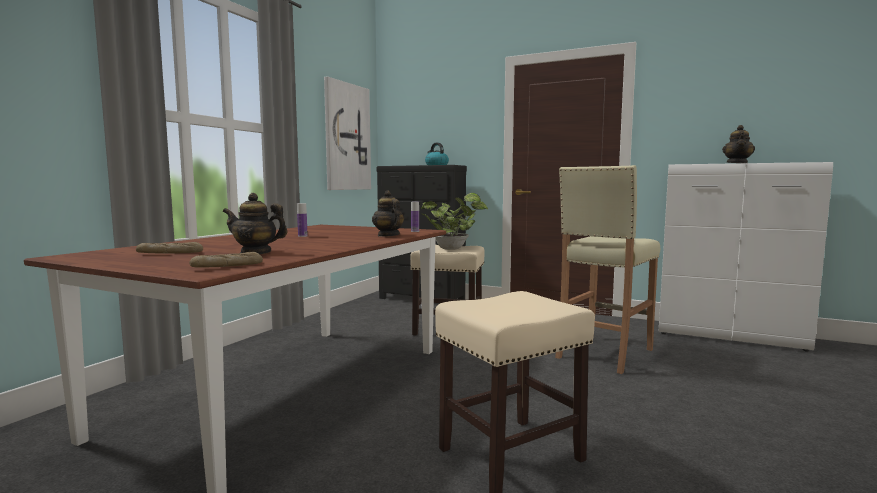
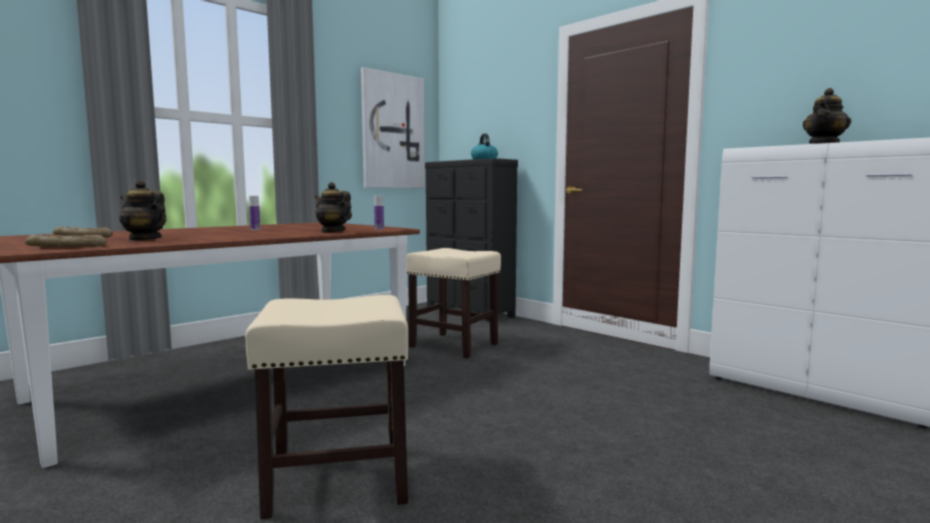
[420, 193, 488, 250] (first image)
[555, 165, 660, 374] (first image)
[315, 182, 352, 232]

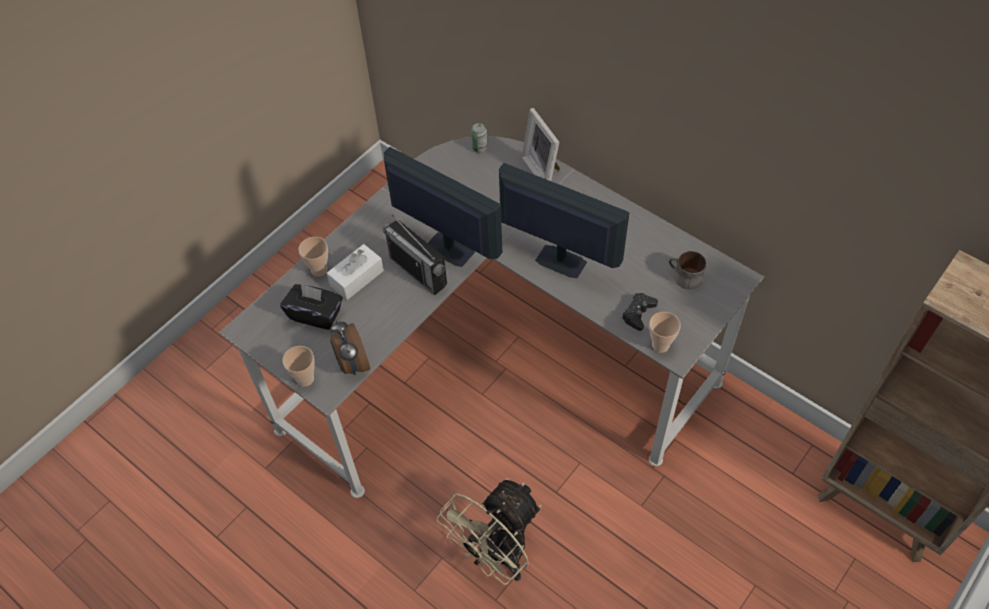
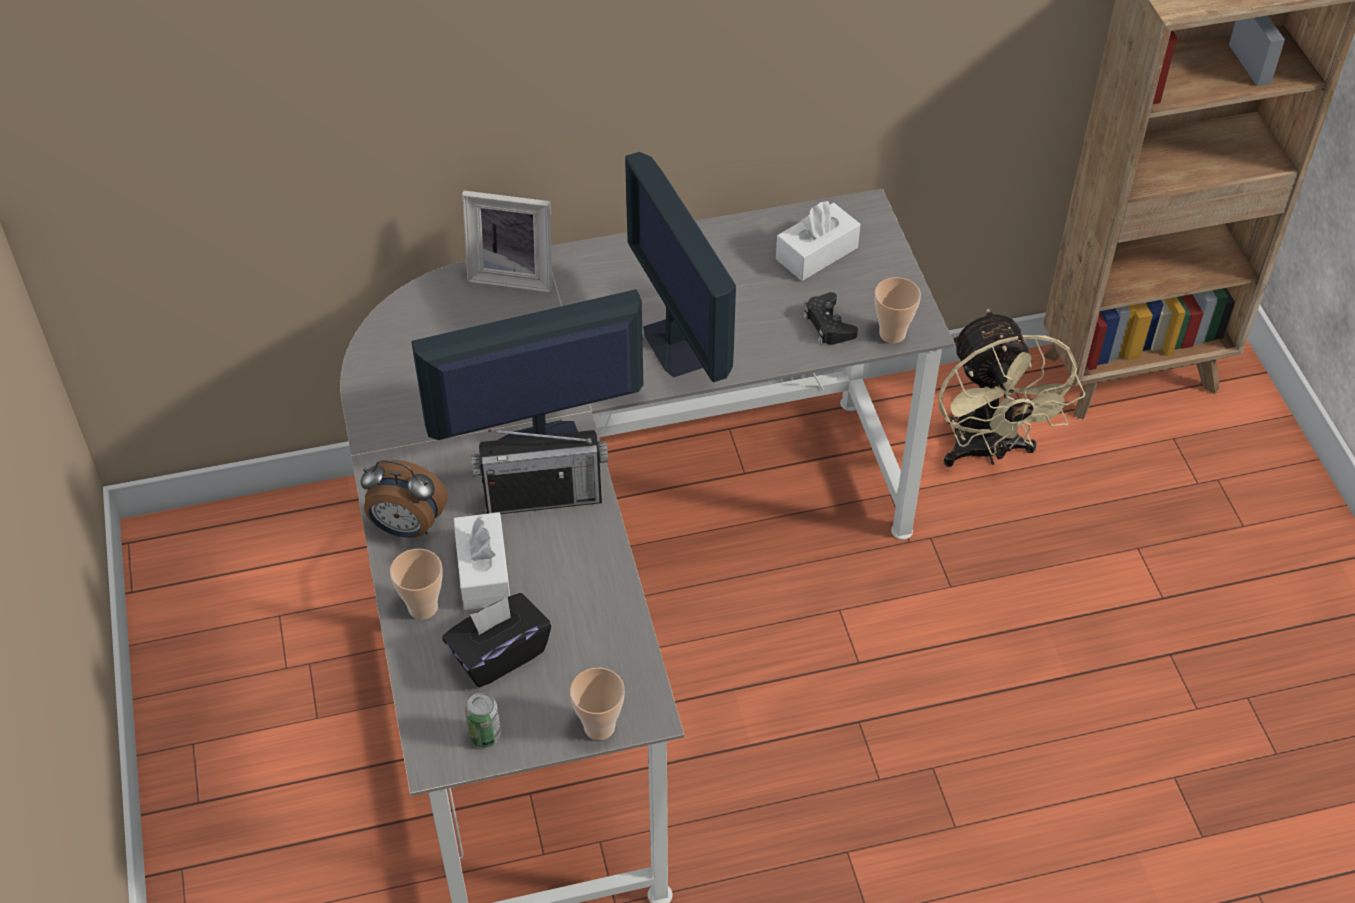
[360, 460, 448, 538]
[939, 309, 1085, 467]
[465, 693, 501, 748]
[776, 201, 860, 281]
[625, 152, 736, 383]

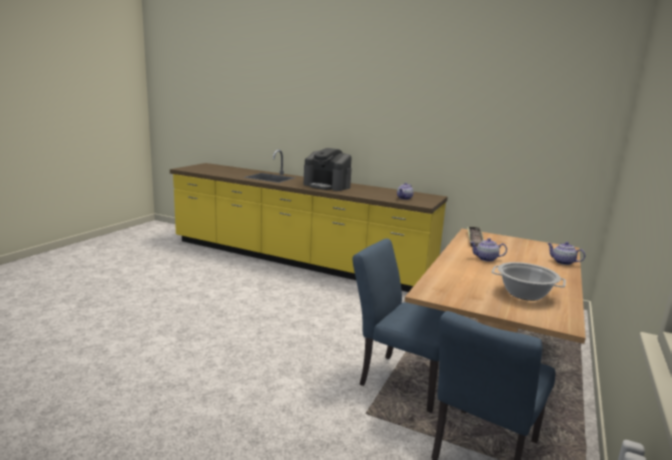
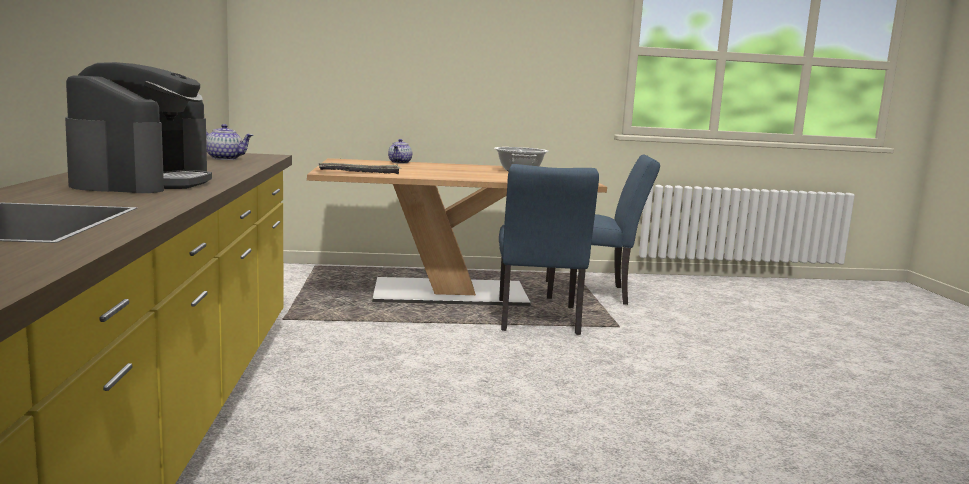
[470, 238, 507, 262] (first image)

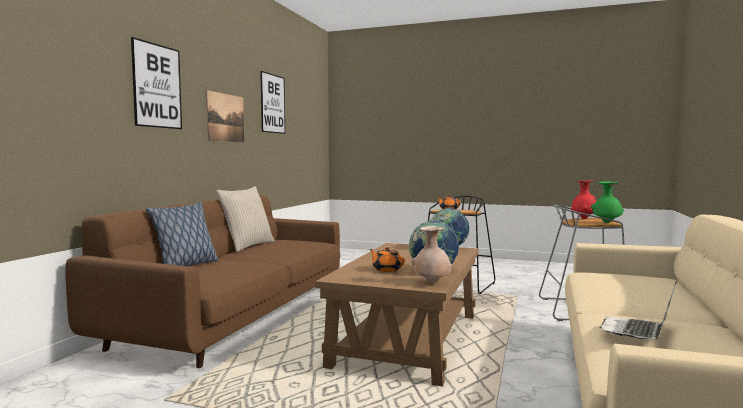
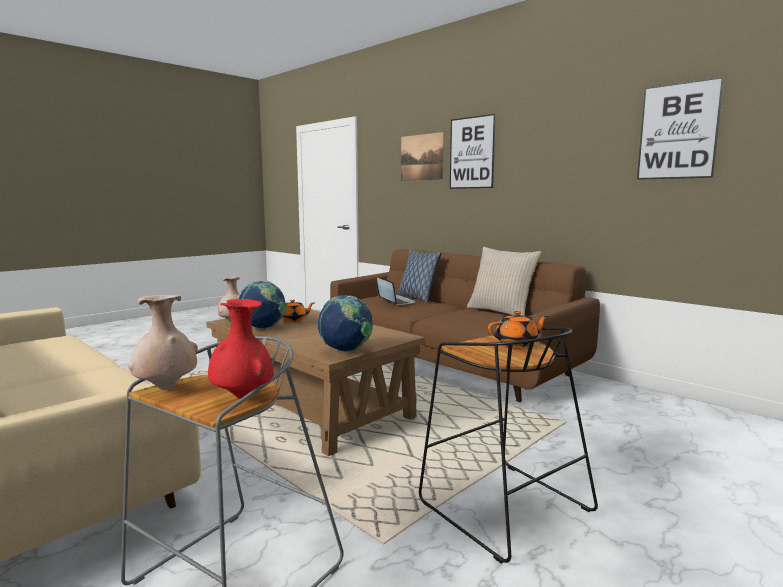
[401, 132, 444, 181]
[377, 278, 416, 306]
[128, 295, 198, 390]

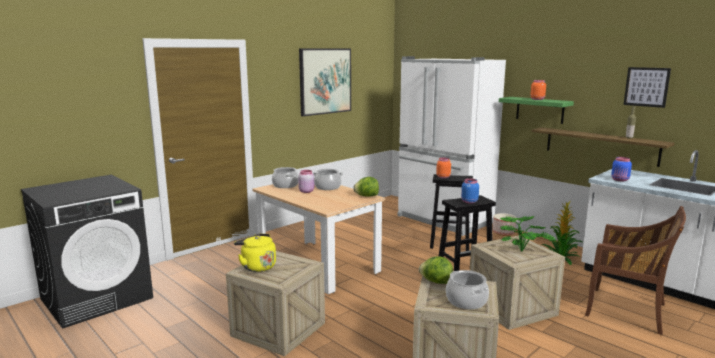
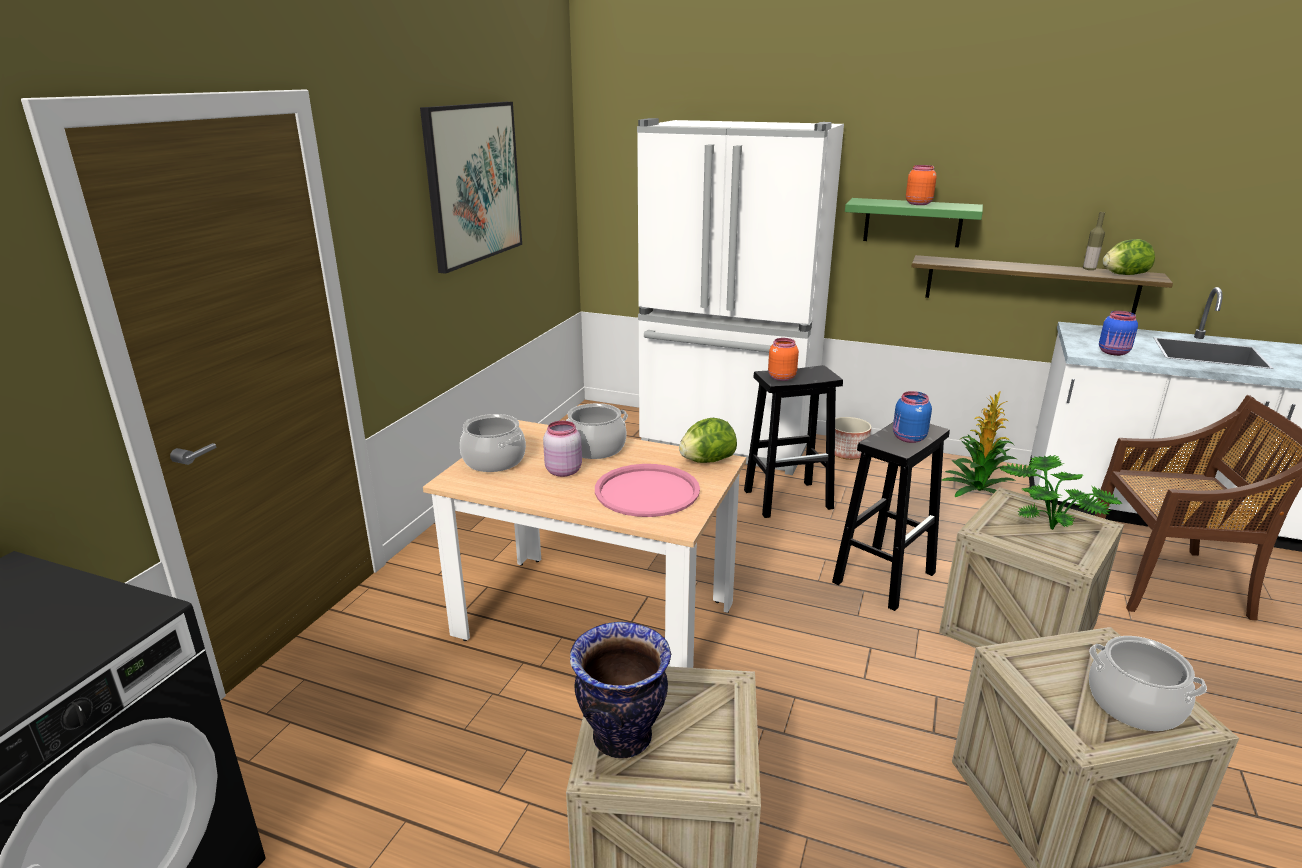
[623, 67, 671, 108] (first image)
[595, 464, 700, 517]
[1103, 239, 1155, 275]
[570, 622, 671, 758]

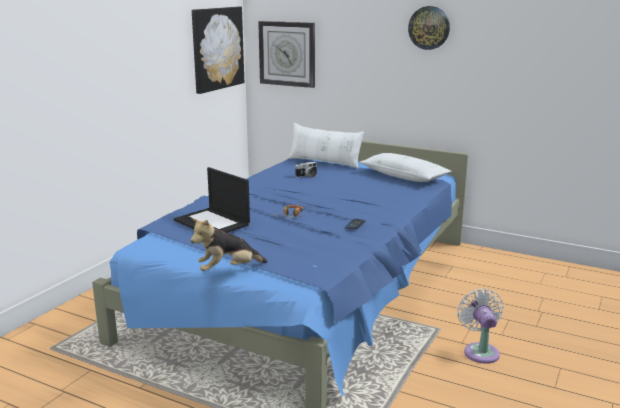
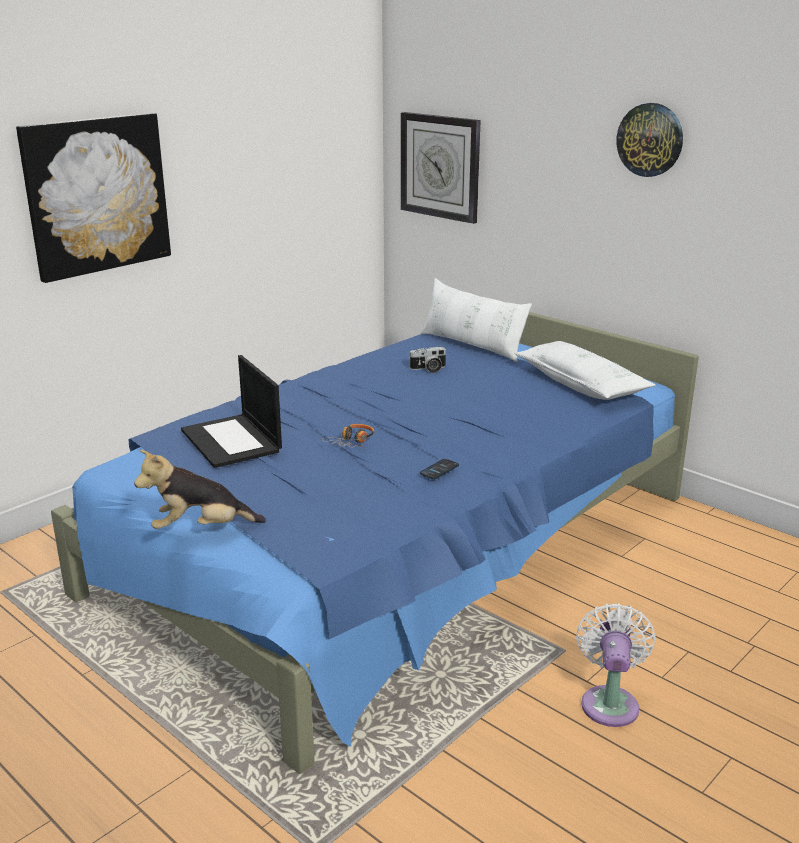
[16, 113, 171, 283]

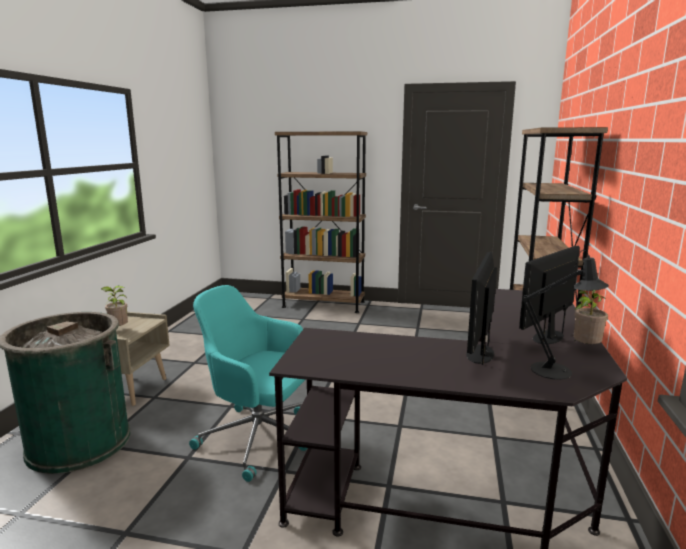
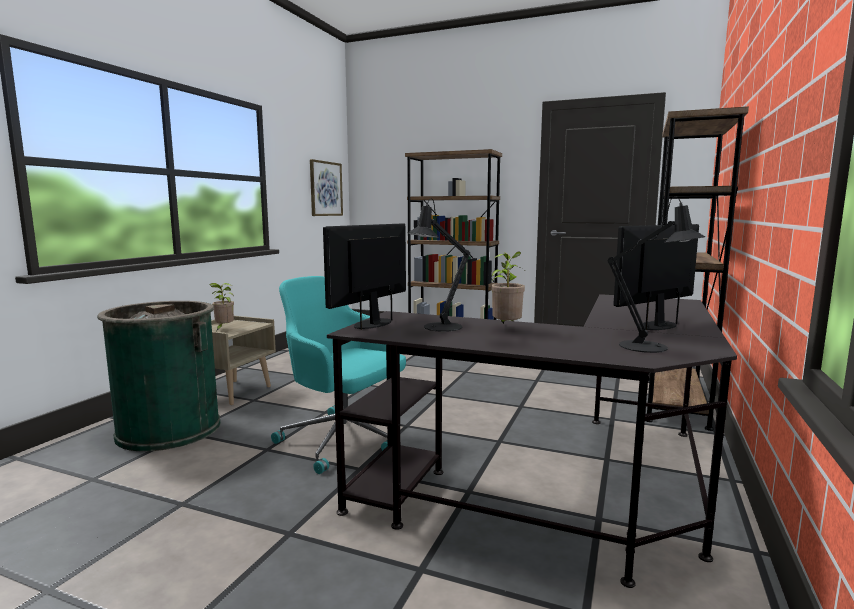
[310, 159, 343, 216]
[408, 198, 470, 332]
[323, 223, 406, 330]
[491, 252, 525, 324]

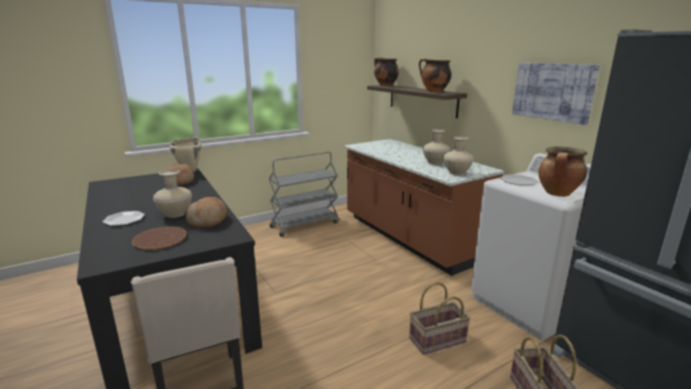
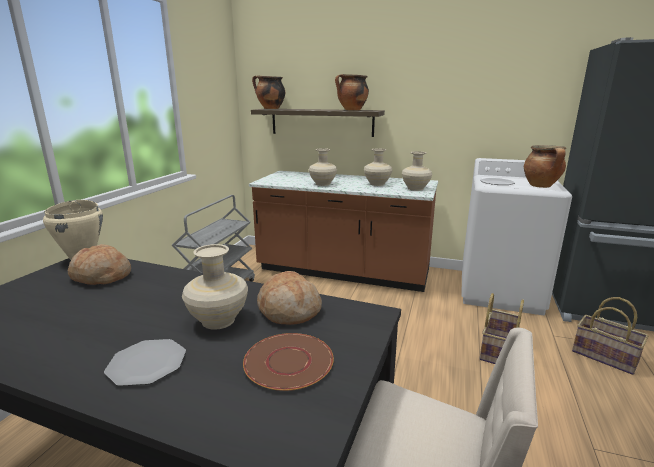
[512, 63, 600, 125] (first image)
[309, 148, 337, 186]

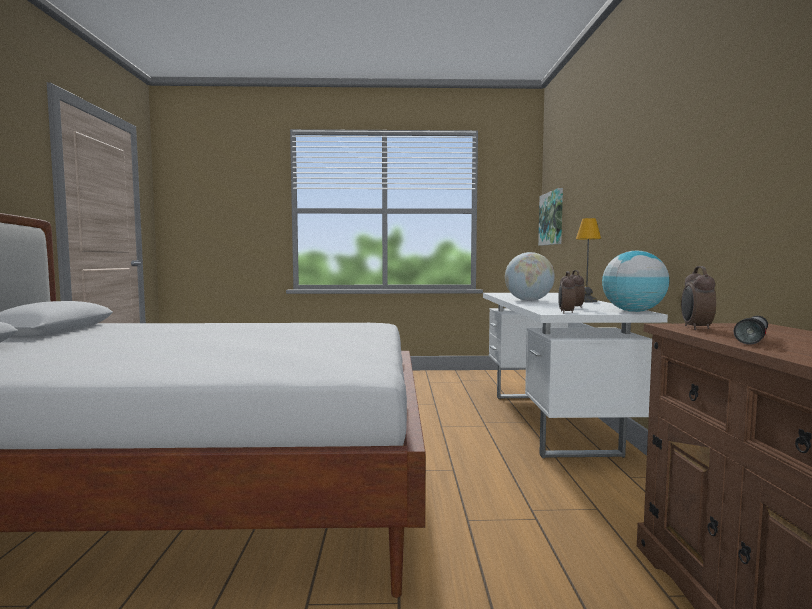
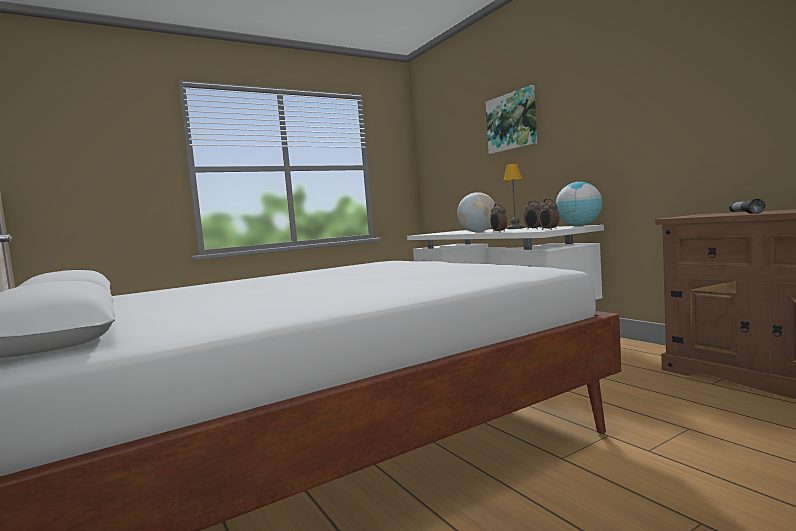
[486, 85, 537, 154]
[490, 203, 507, 232]

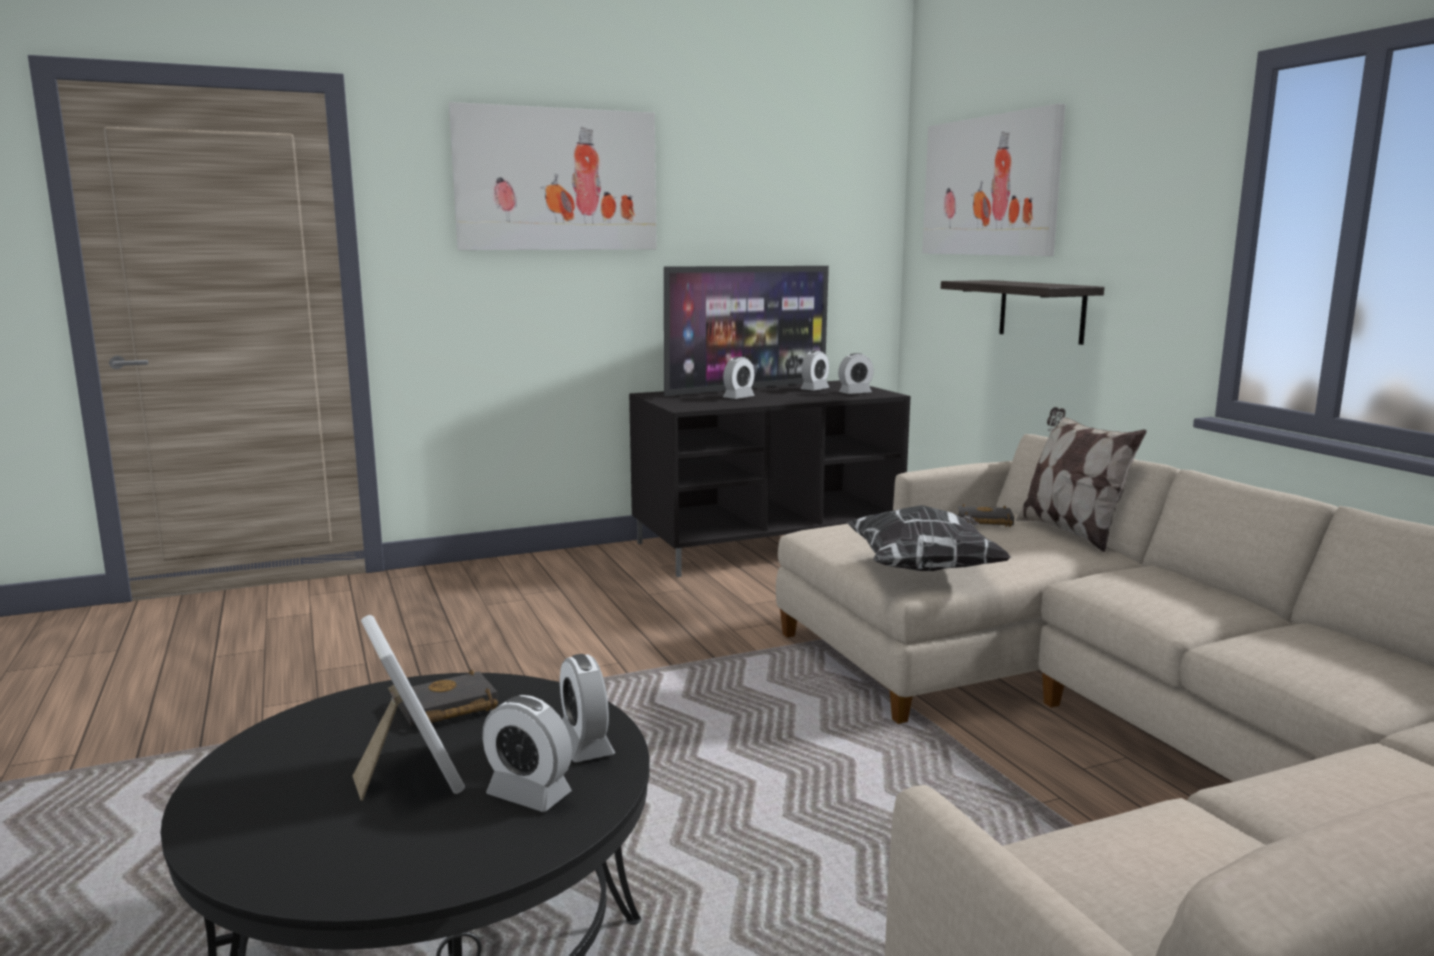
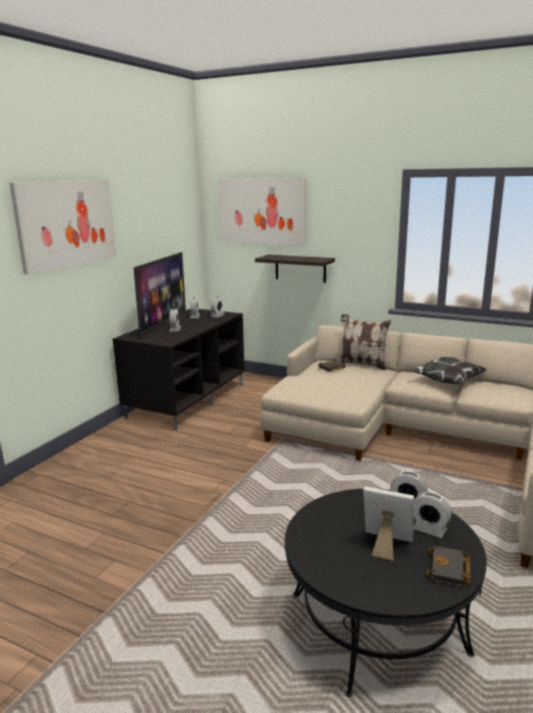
[426, 546, 471, 587]
[412, 357, 487, 384]
[413, 492, 452, 538]

